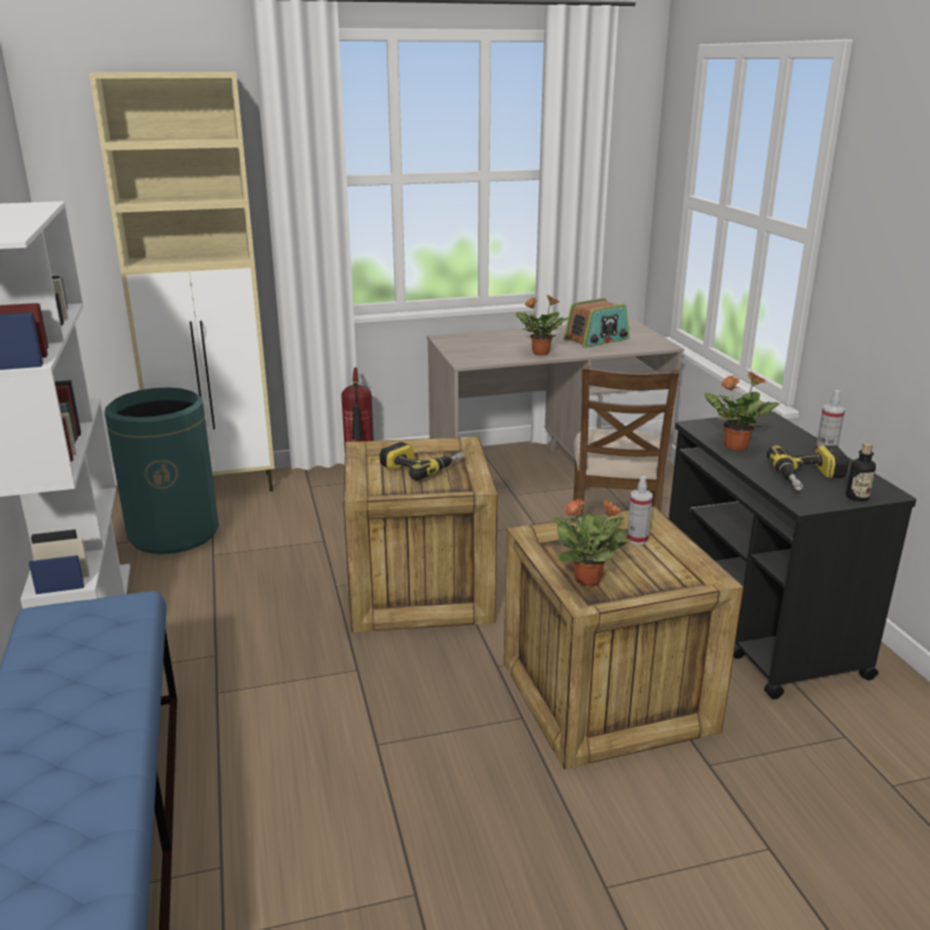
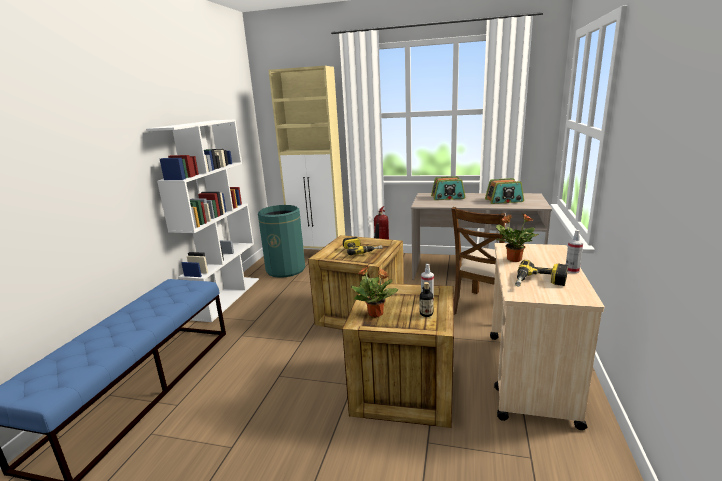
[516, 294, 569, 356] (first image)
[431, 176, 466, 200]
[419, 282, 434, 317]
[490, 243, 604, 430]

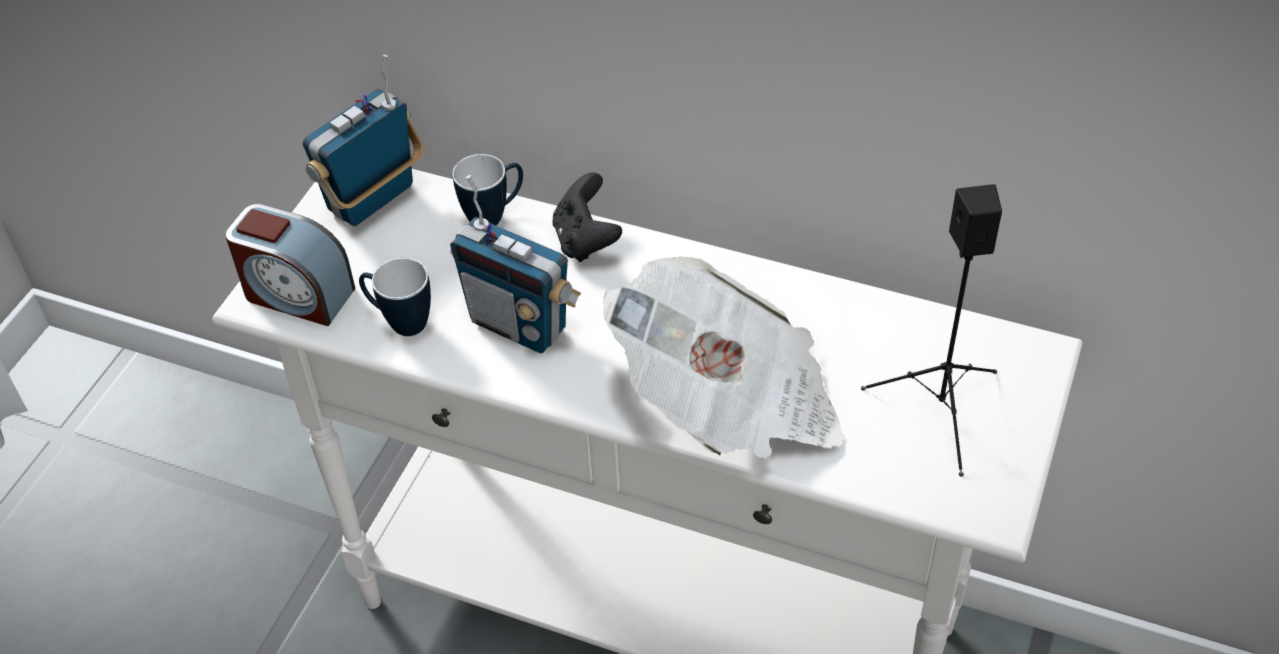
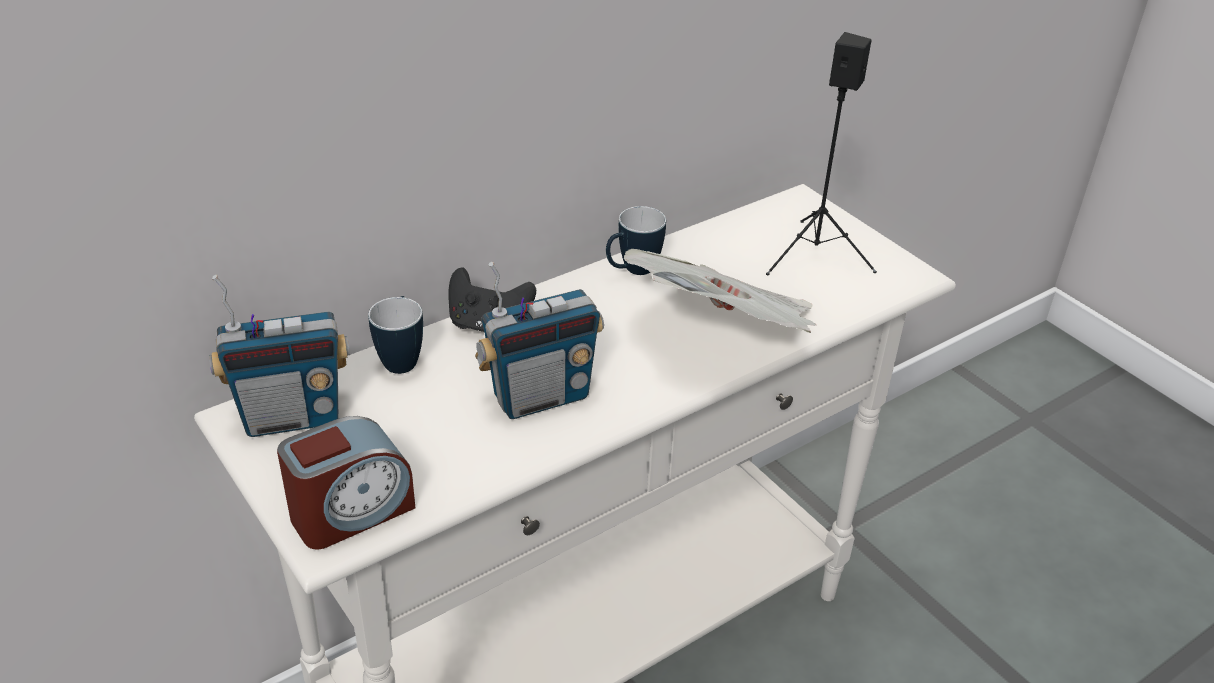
[606, 206, 666, 275]
[209, 275, 350, 437]

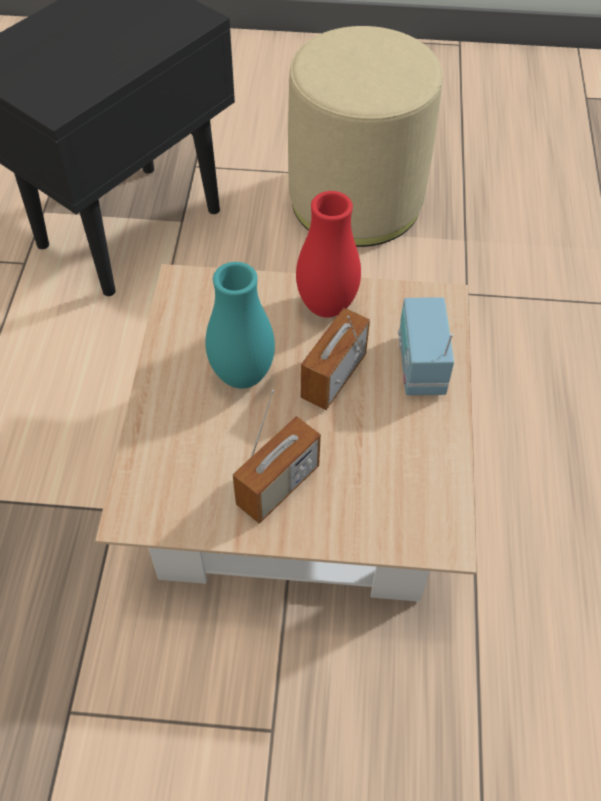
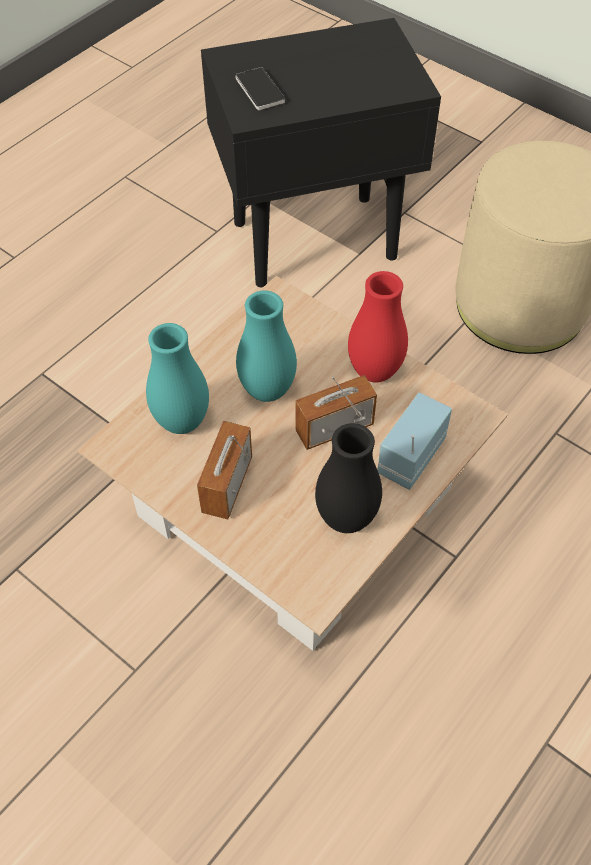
[146, 323, 209, 434]
[235, 67, 285, 110]
[315, 423, 382, 533]
[197, 421, 252, 519]

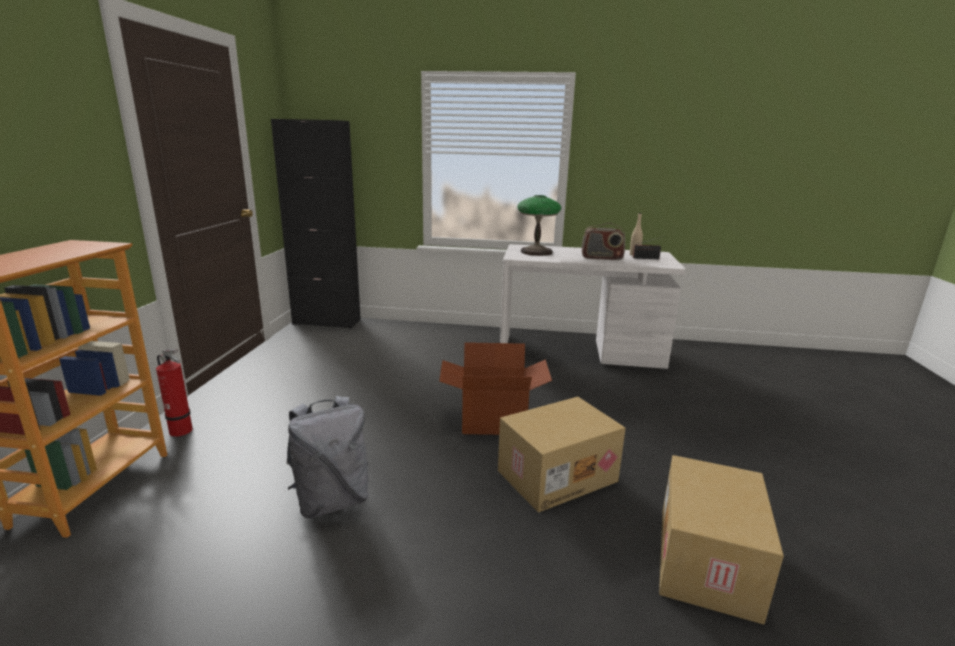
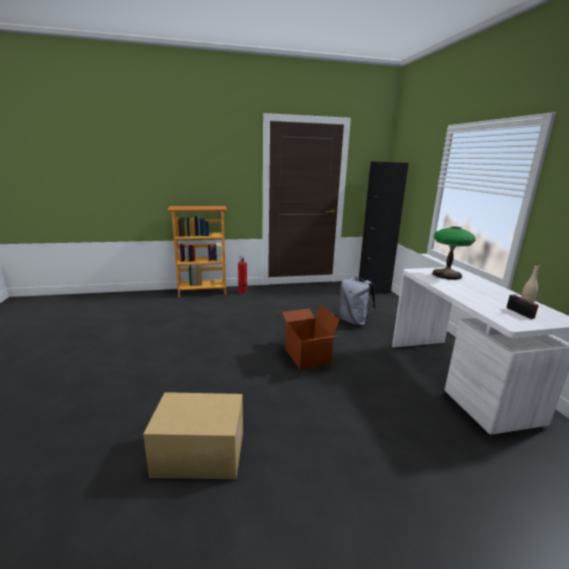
[498, 397, 626, 513] (first image)
[581, 223, 625, 260] (first image)
[339, 277, 376, 326]

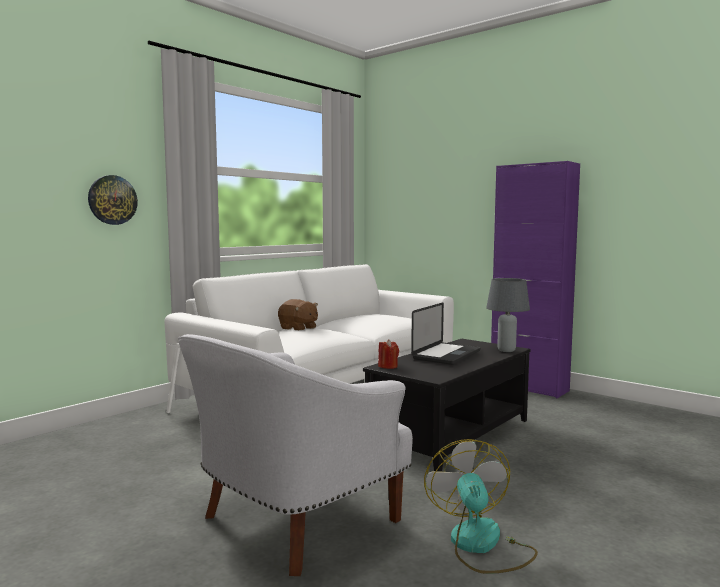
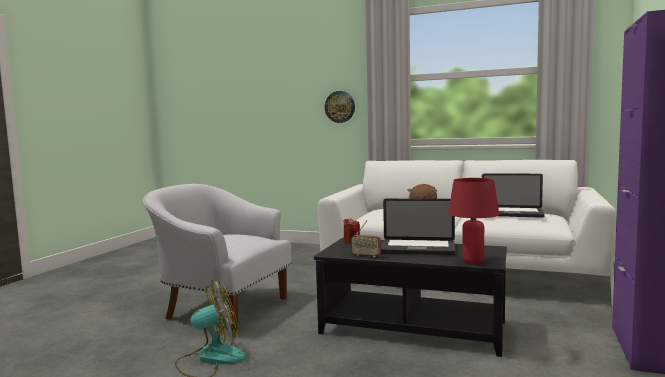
[351, 220, 381, 258]
[482, 174, 545, 218]
[448, 178, 499, 264]

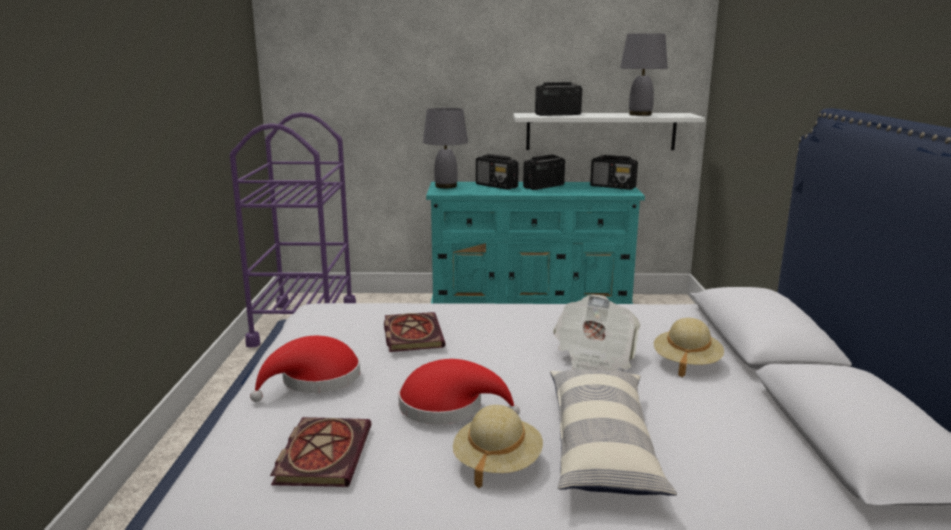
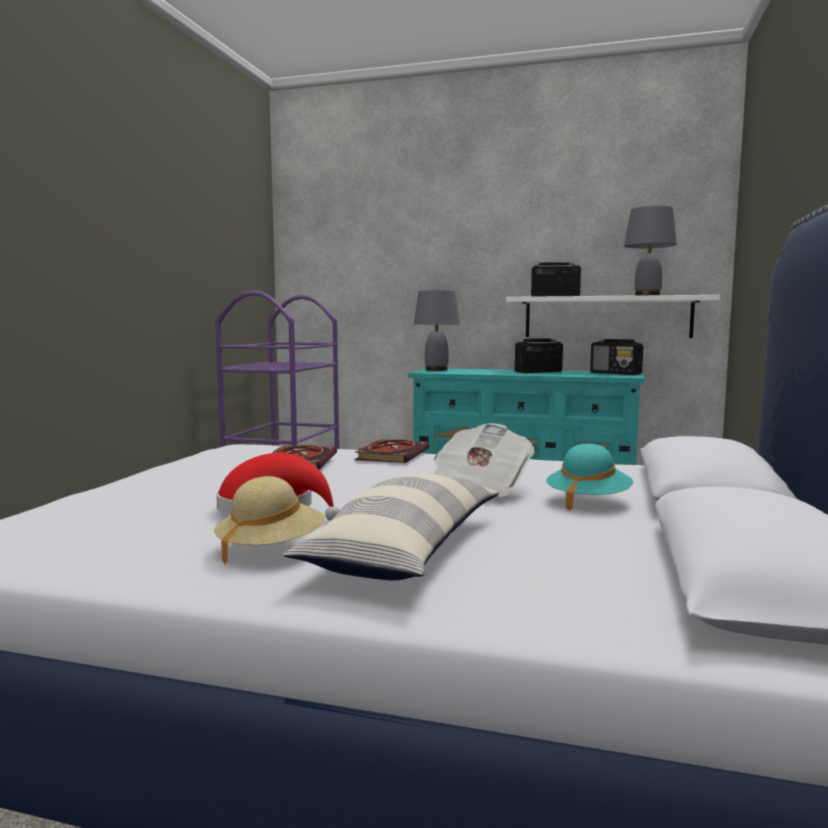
[250, 336, 360, 402] (first image)
[476, 154, 519, 190] (first image)
[355, 439, 430, 463]
[546, 444, 633, 511]

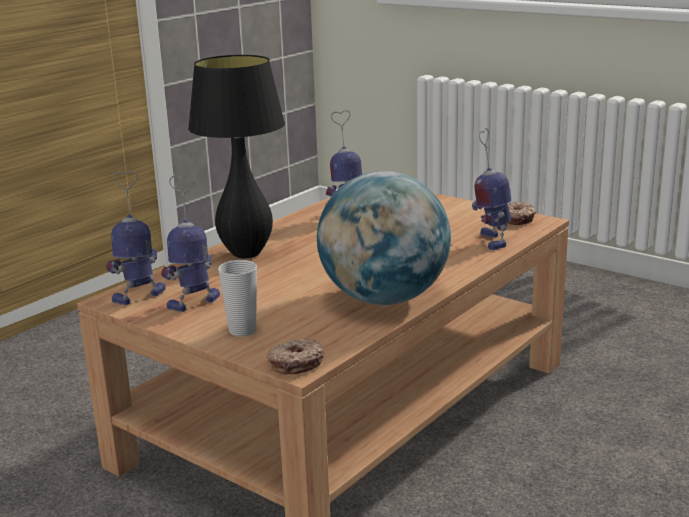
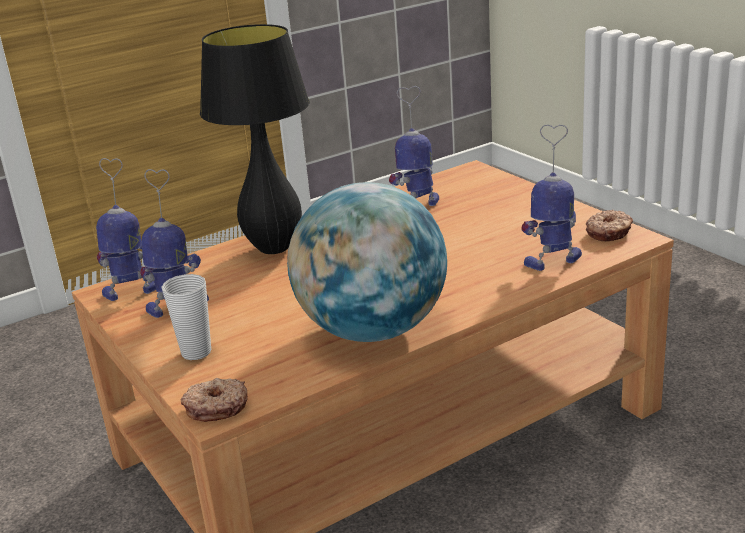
[521, 125, 582, 271]

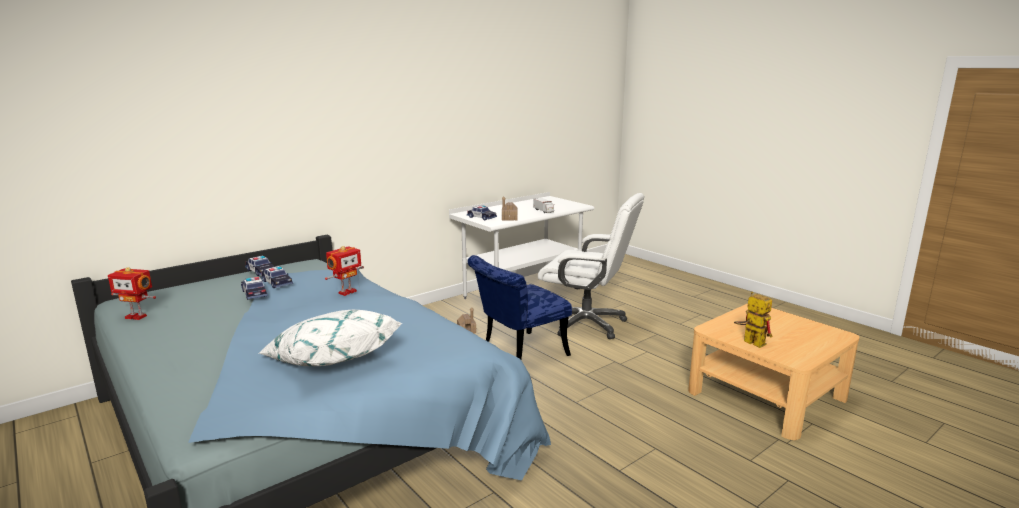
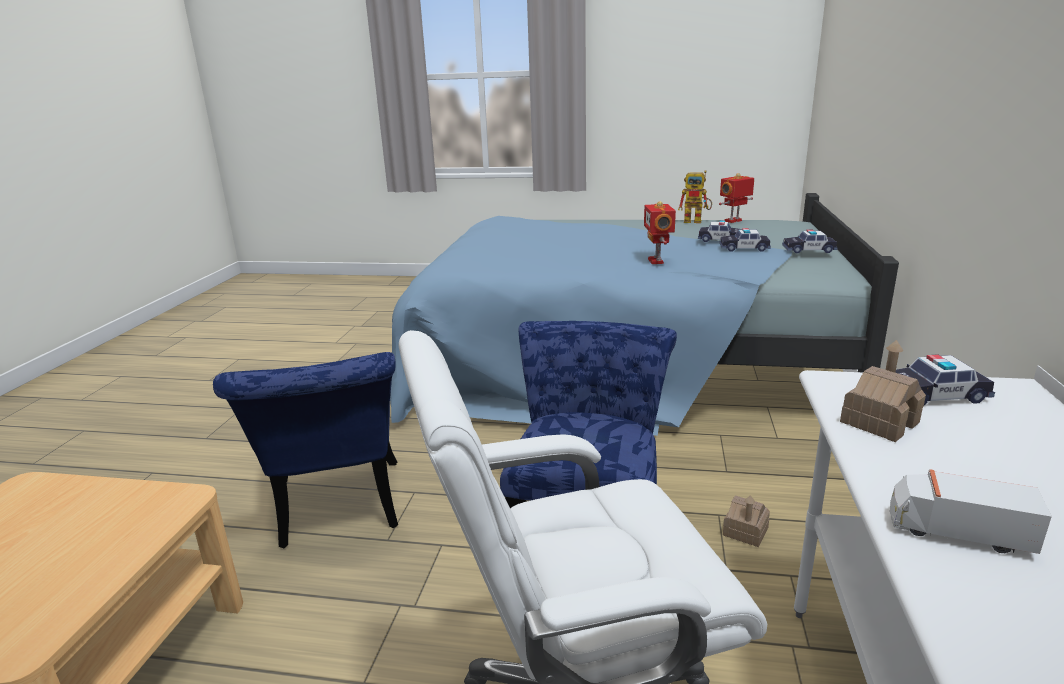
[259, 310, 402, 366] (first image)
[213, 352, 398, 548]
[678, 170, 712, 223]

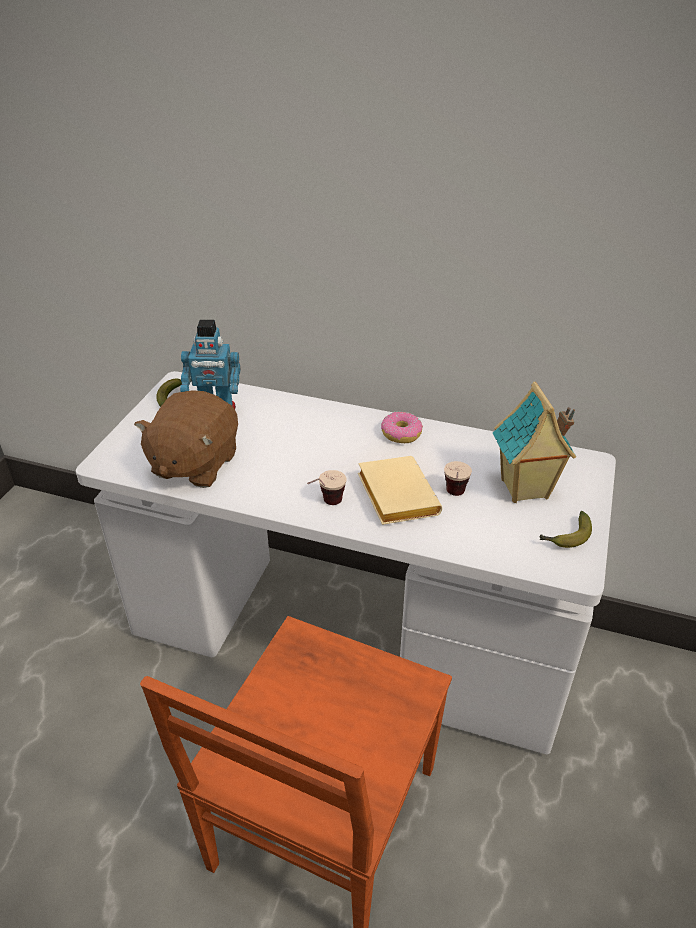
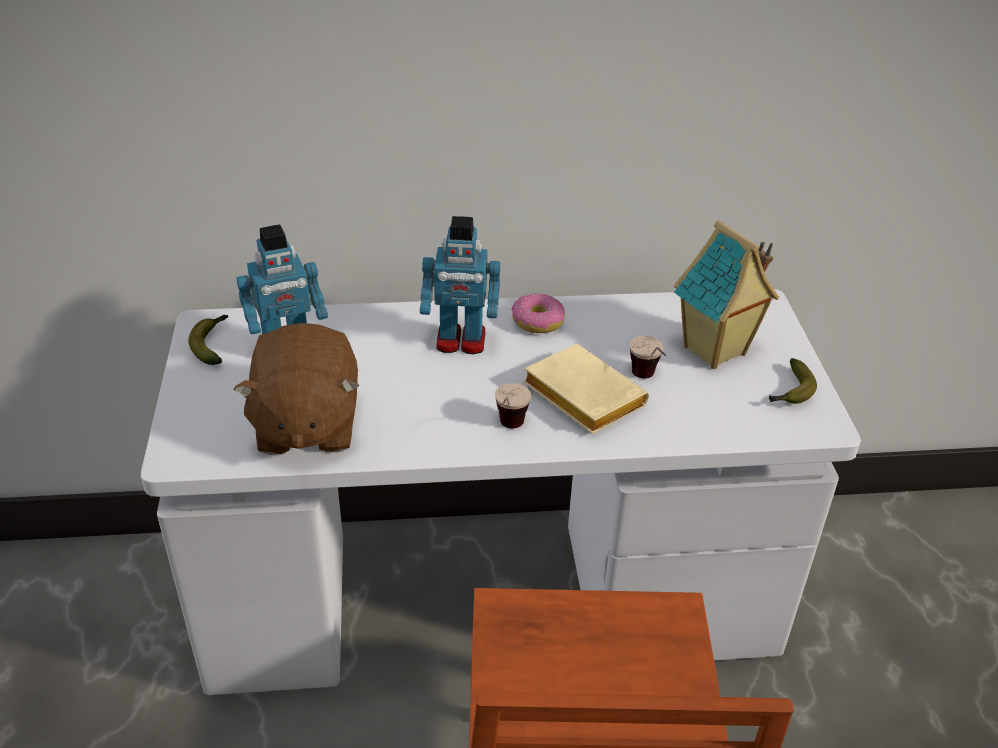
[420, 216, 500, 354]

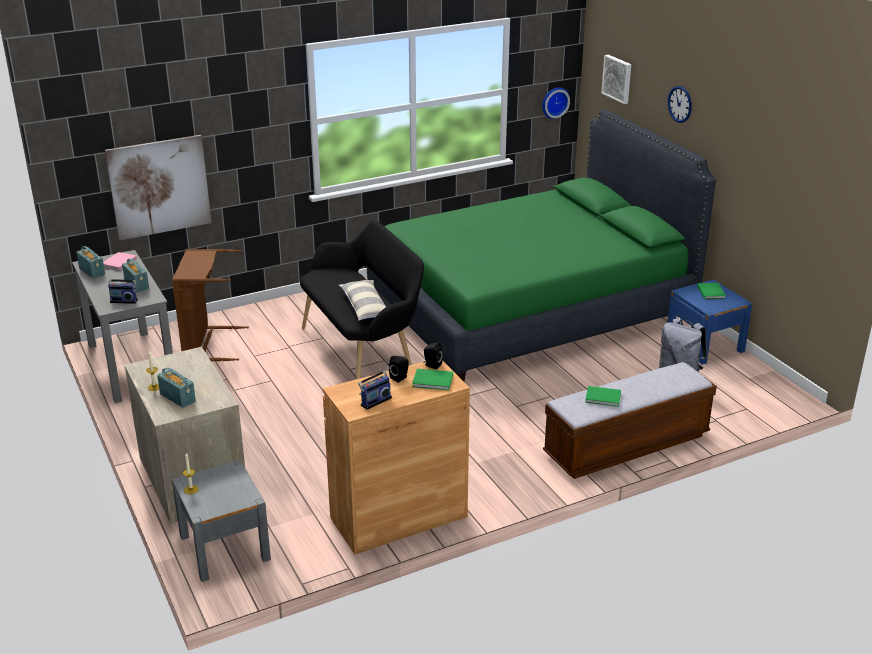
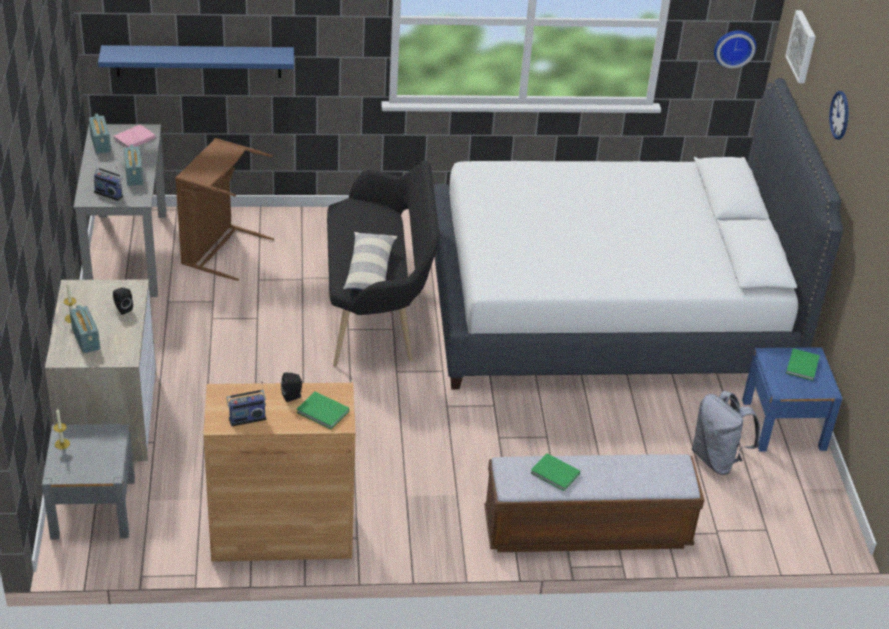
[113, 288, 133, 315]
[98, 45, 294, 78]
[433, 78, 843, 389]

